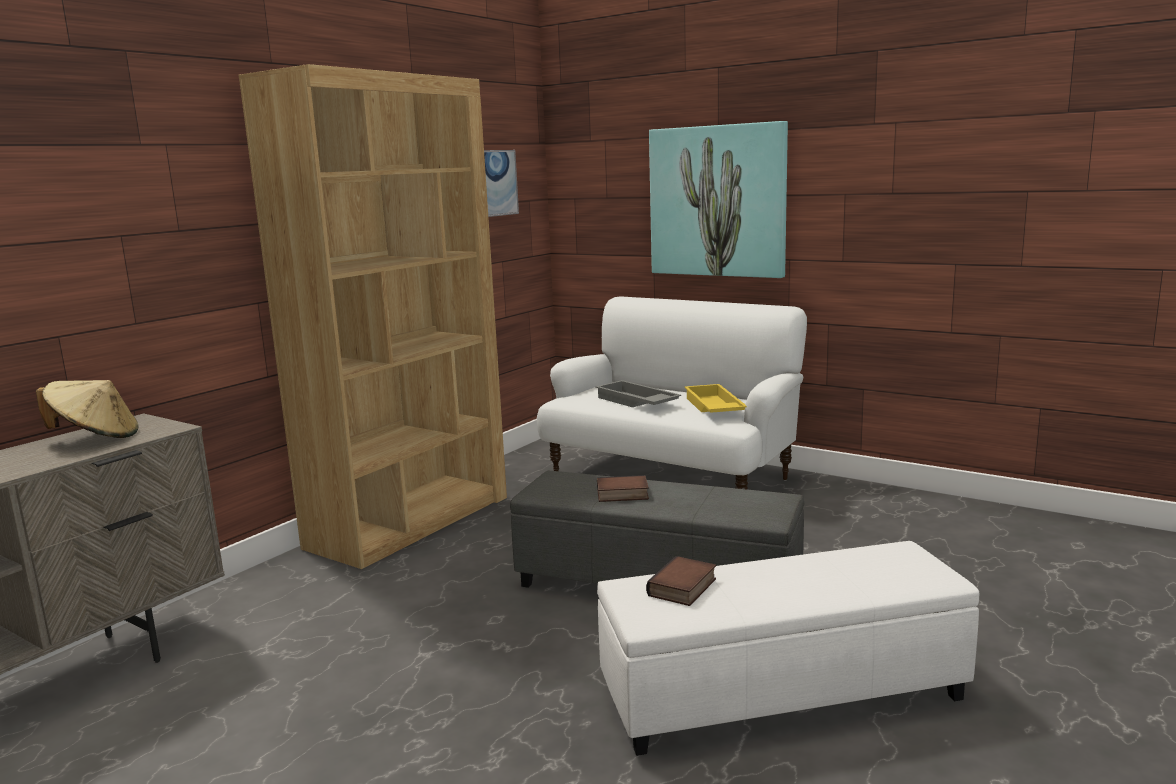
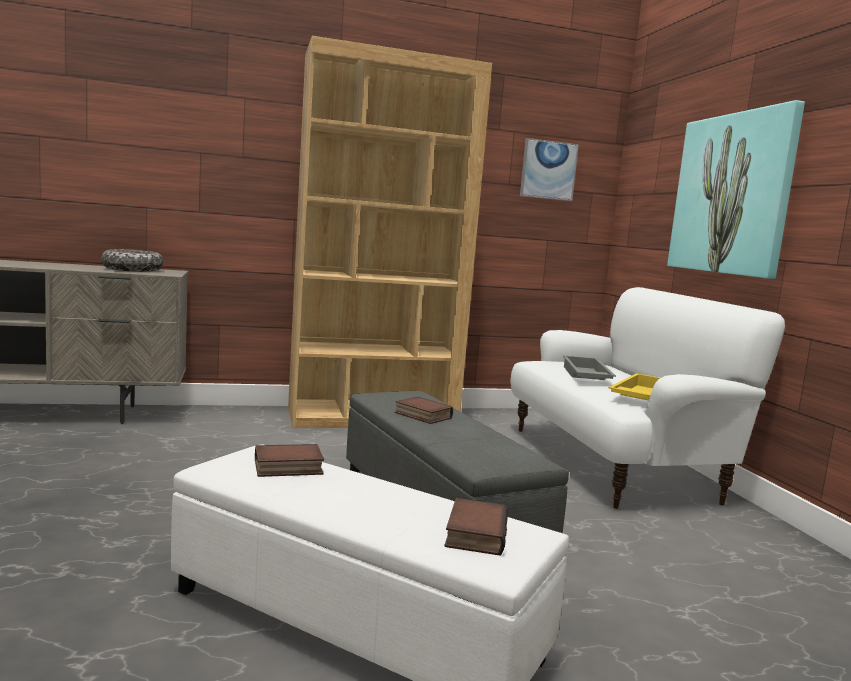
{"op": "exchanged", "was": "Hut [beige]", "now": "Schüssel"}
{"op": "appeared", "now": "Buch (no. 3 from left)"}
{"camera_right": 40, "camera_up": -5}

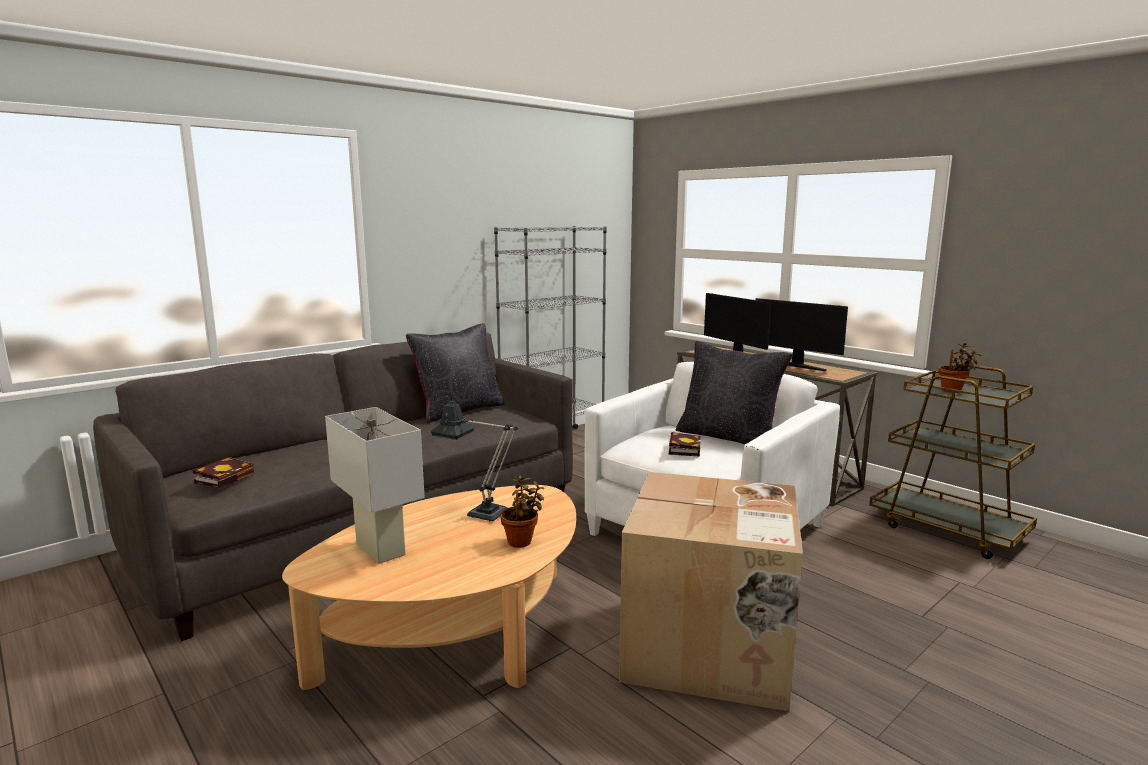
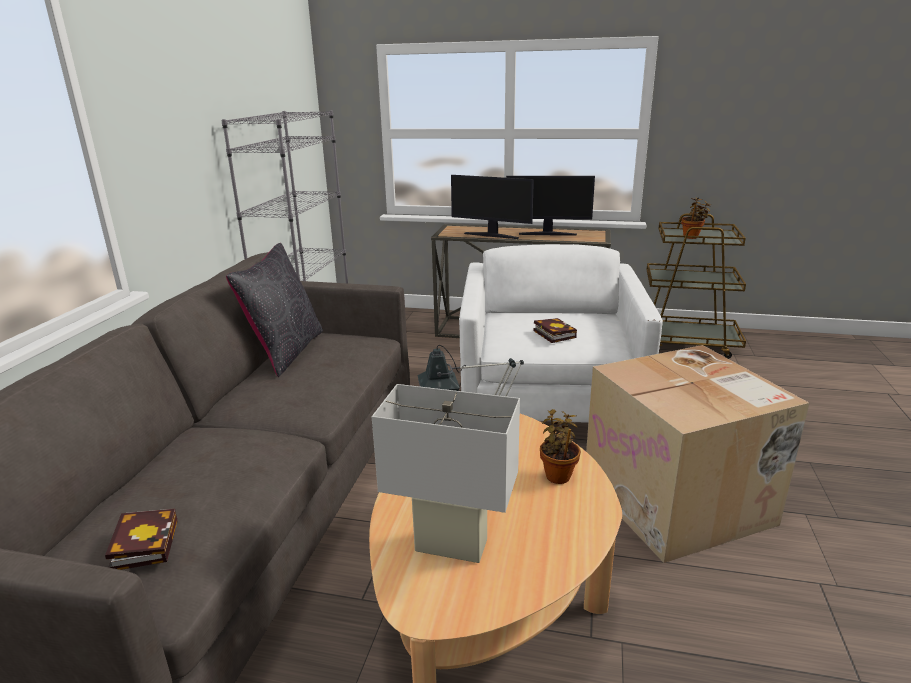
{"op": "missing", "was": "Kissen [schwarz] (no. 2 from left)"}
{"camera_right": -35, "camera_up": 10}

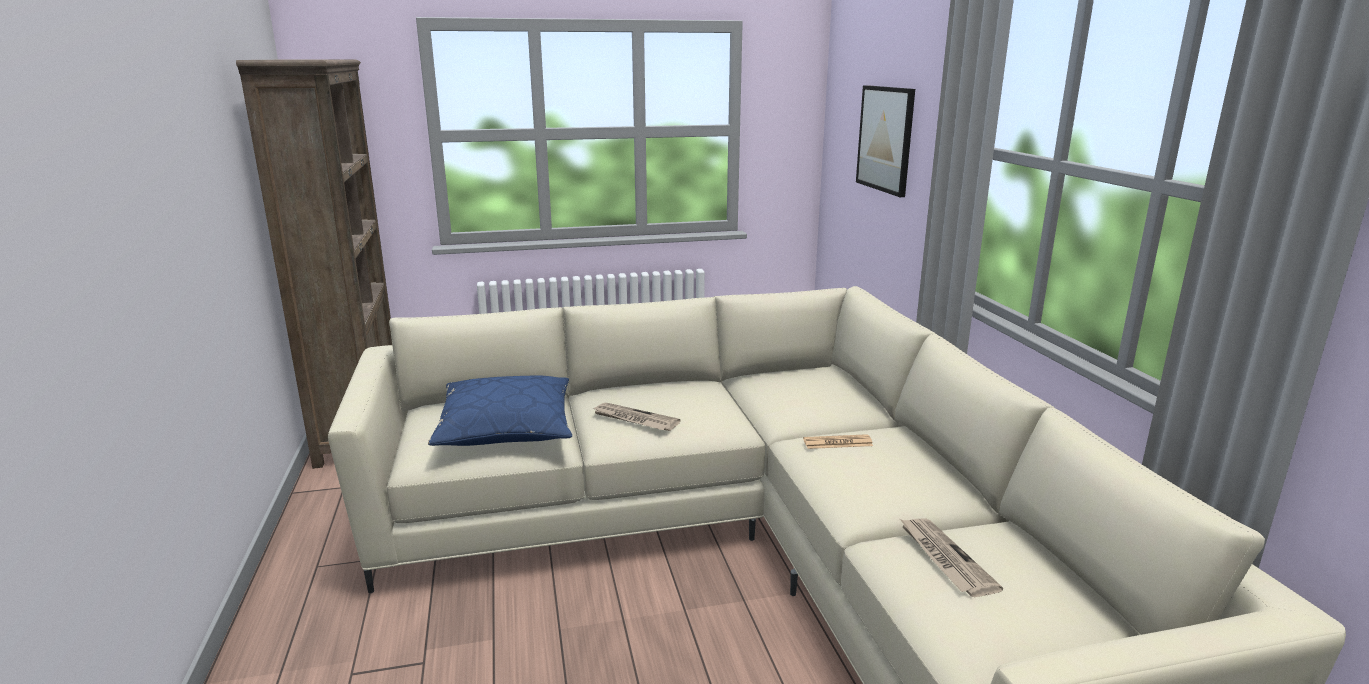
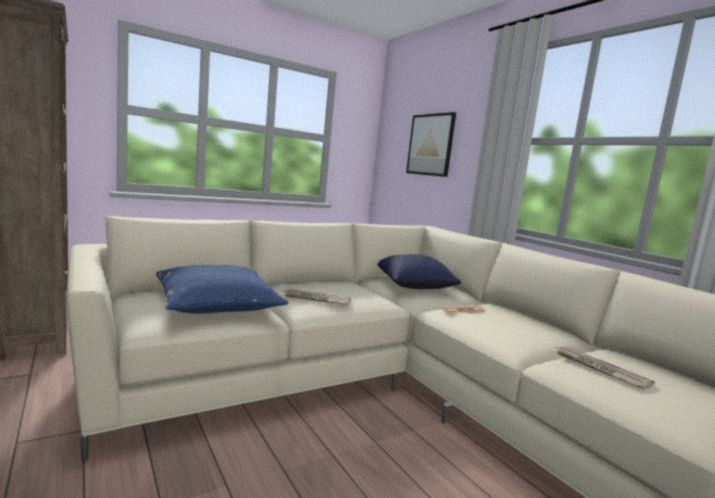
{"op": "appeared", "now": "Kissen [blau] (no. 2 from left)"}
{"camera_right": -20, "camera_up": -10}

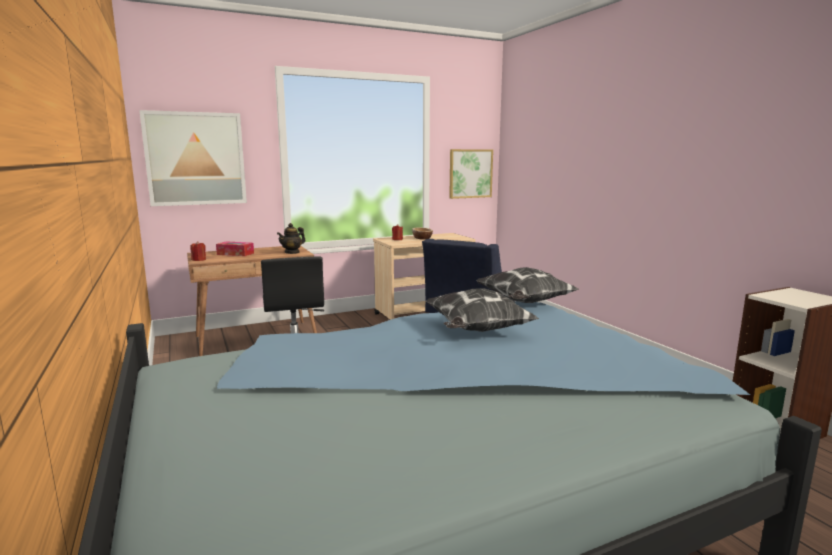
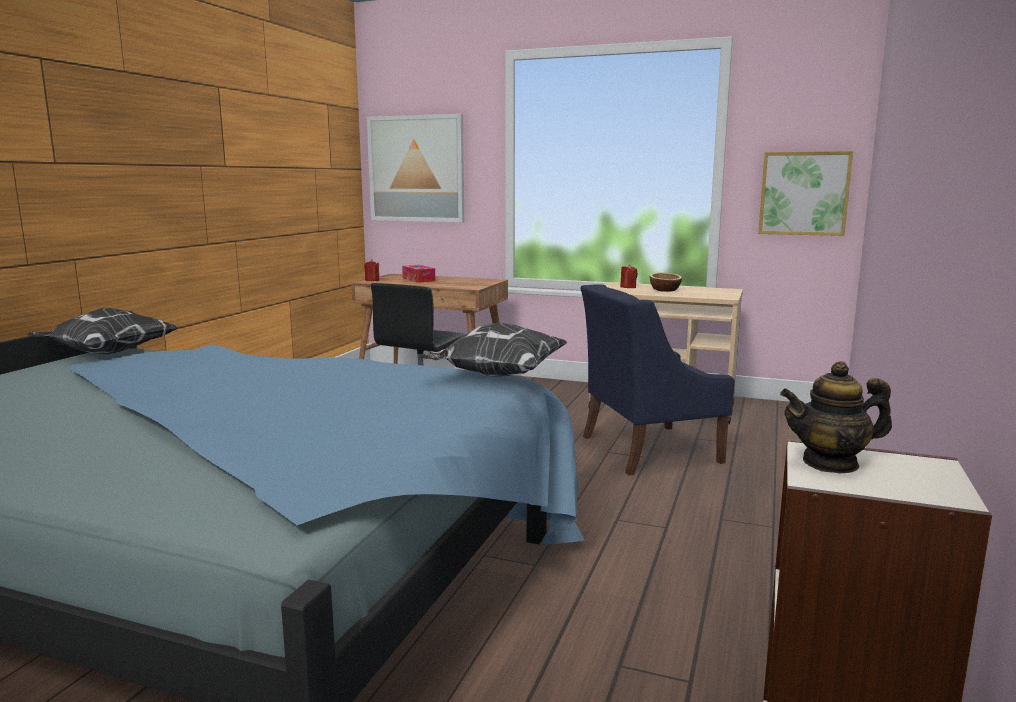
{"op": "relocated", "was": "Teekanne"}
{"op": "relocated", "was": "Kissen (no. 1 from left)"}
{"camera_right": 45, "camera_up": 0}

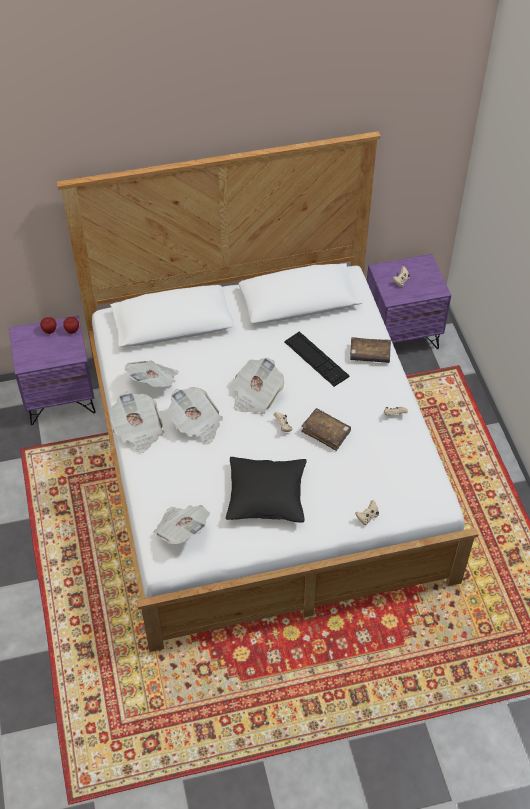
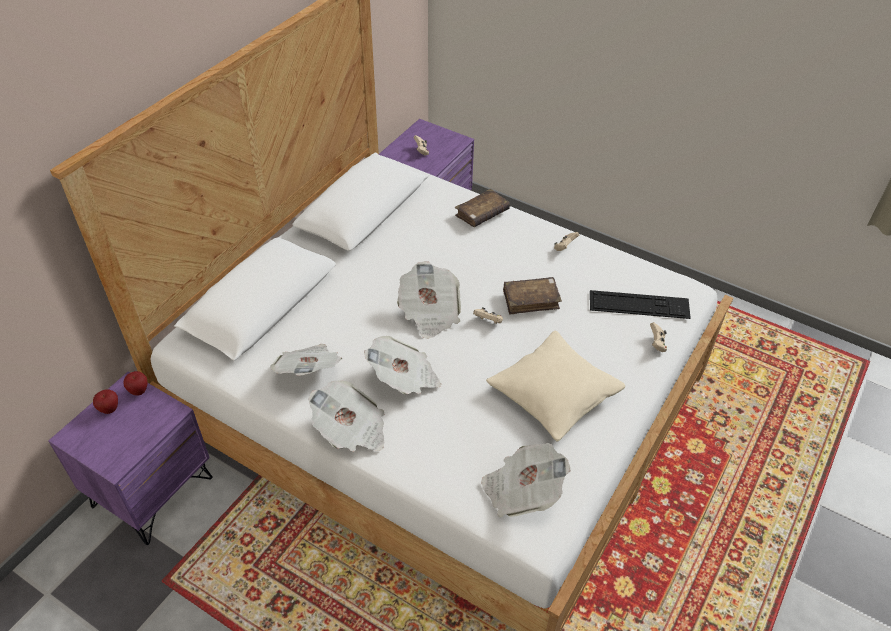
{"op": "colour", "was": "Kissen [schwarz]", "now": "Kissen [beige]"}
{"op": "relocated", "was": "Tastatur"}
{"camera_right": -45, "camera_up": -5}

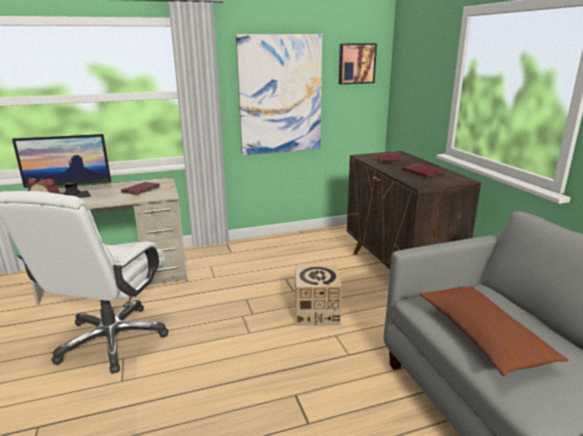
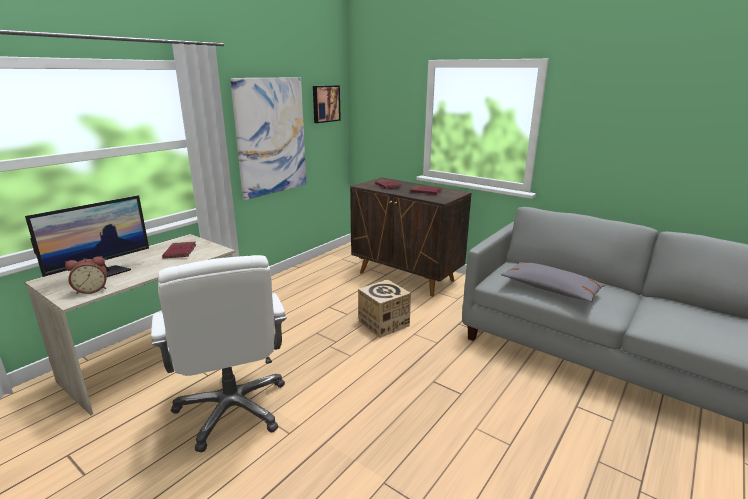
{"op": "colour", "was": "Kissen [braun]", "now": "Kissen [grau]"}
{"camera_right": -35, "camera_up": 0}

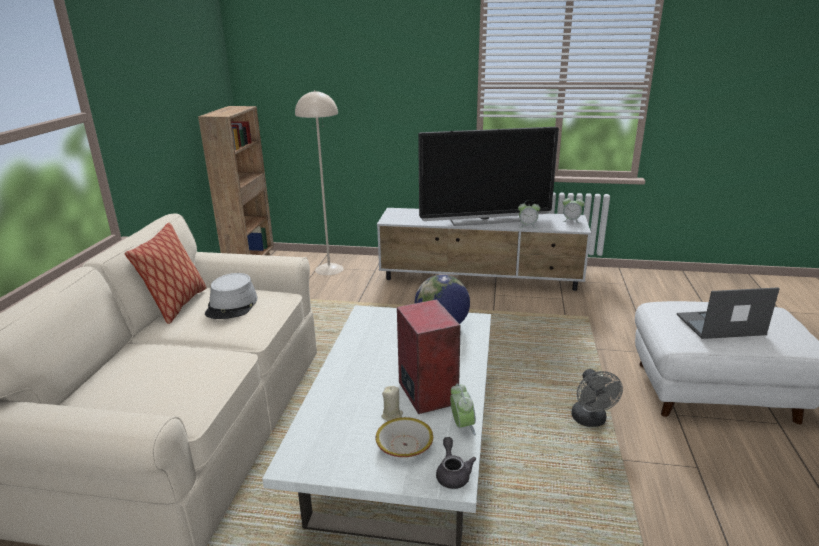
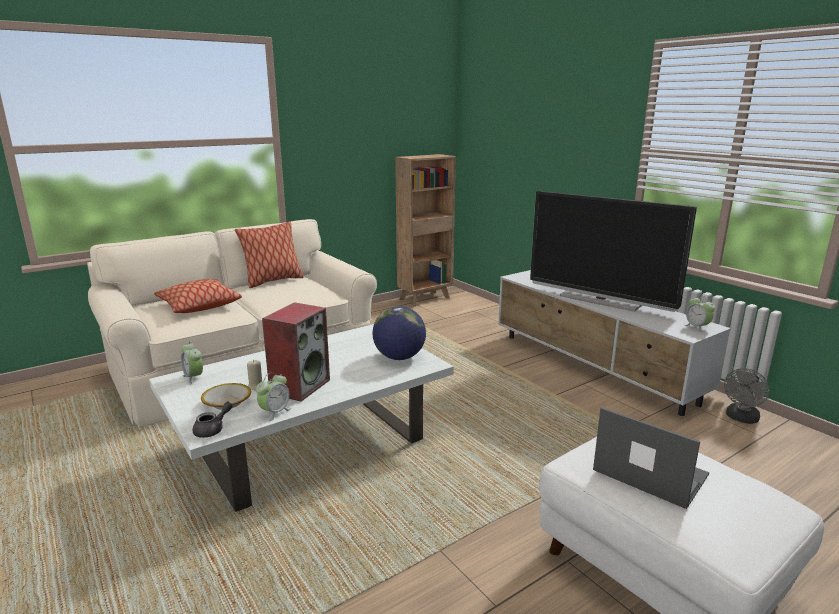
{"op": "missing", "was": "Hut [grau]"}
{"op": "missing", "was": "Stehlampe [beige]"}
{"op": "relocated", "was": "Wecker (no. 2 from left in the first image)", "now": "Wecker (no. 1 from left)"}
{"op": "relocated", "was": "Ventilator [grau]"}
{"op": "appeared", "now": "Kissen (no. 1 from left)"}
{"camera_right": 45, "camera_up": -5}

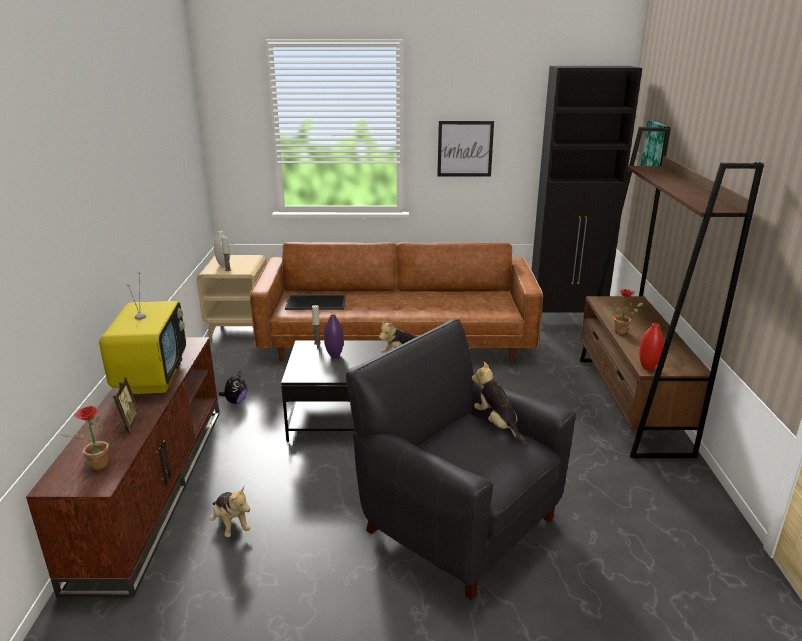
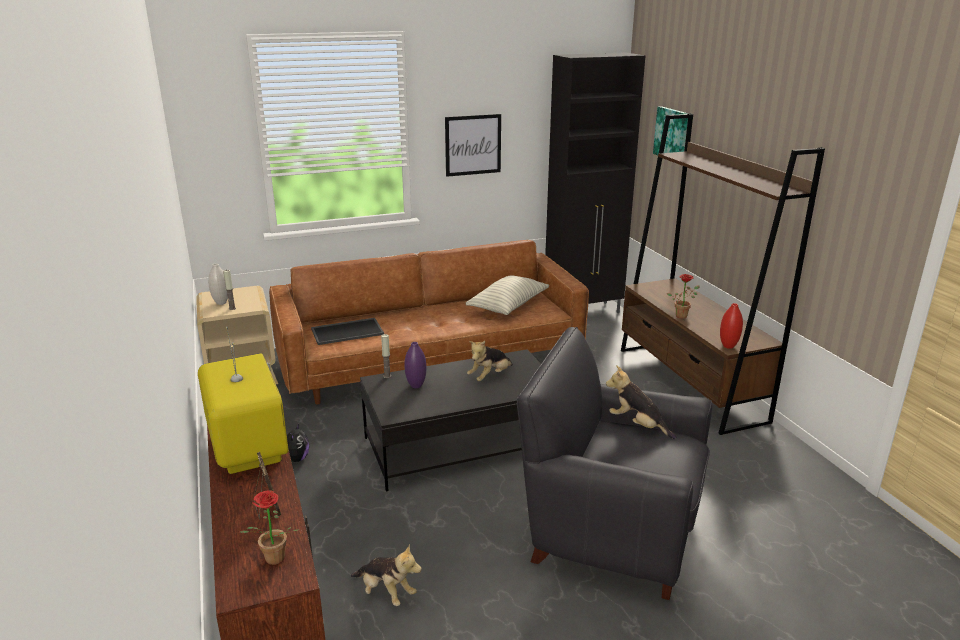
{"op": "appeared", "now": "Kissen"}
{"camera_right": -20, "camera_up": 0}

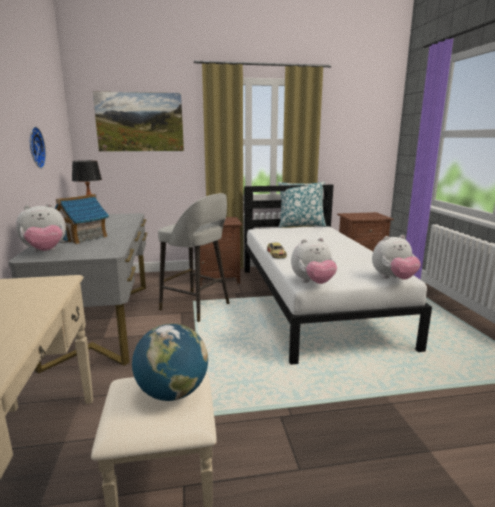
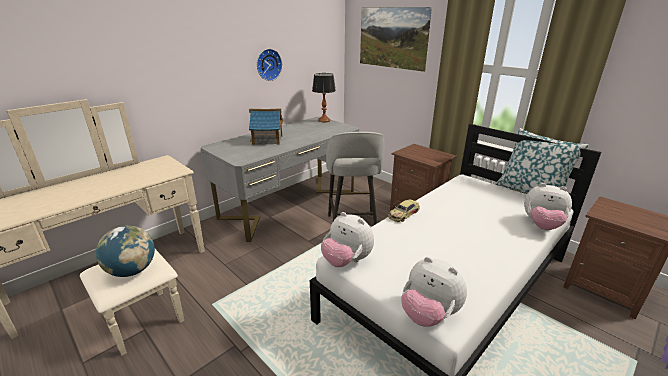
{"op": "relocated", "was": "Plüschtier (no. 1 from left in the first image)", "now": "Plüschtier (no. 3 from left)"}
{"camera_right": 55, "camera_up": 10}

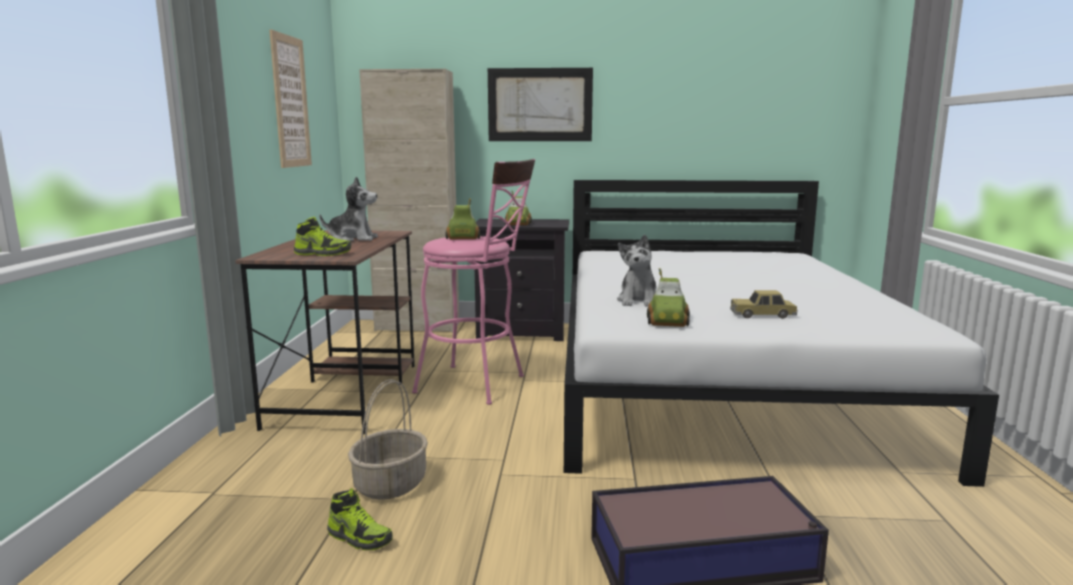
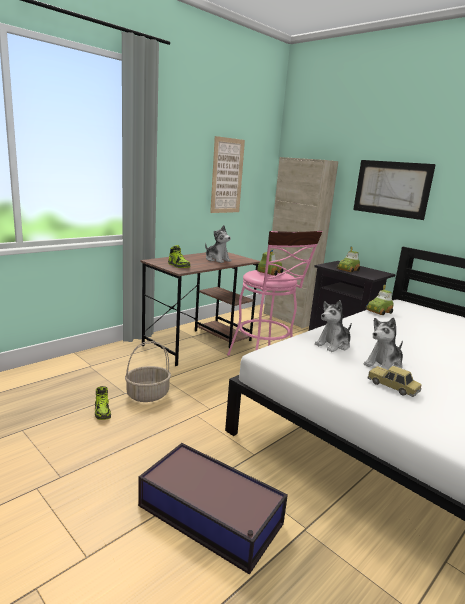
{"op": "relocated", "was": "Spielzeugauto (no. 3 from left)"}
{"op": "appeared", "now": "Plüschtier (no. 3 from left)"}
{"camera_right": 40, "camera_up": 5}

